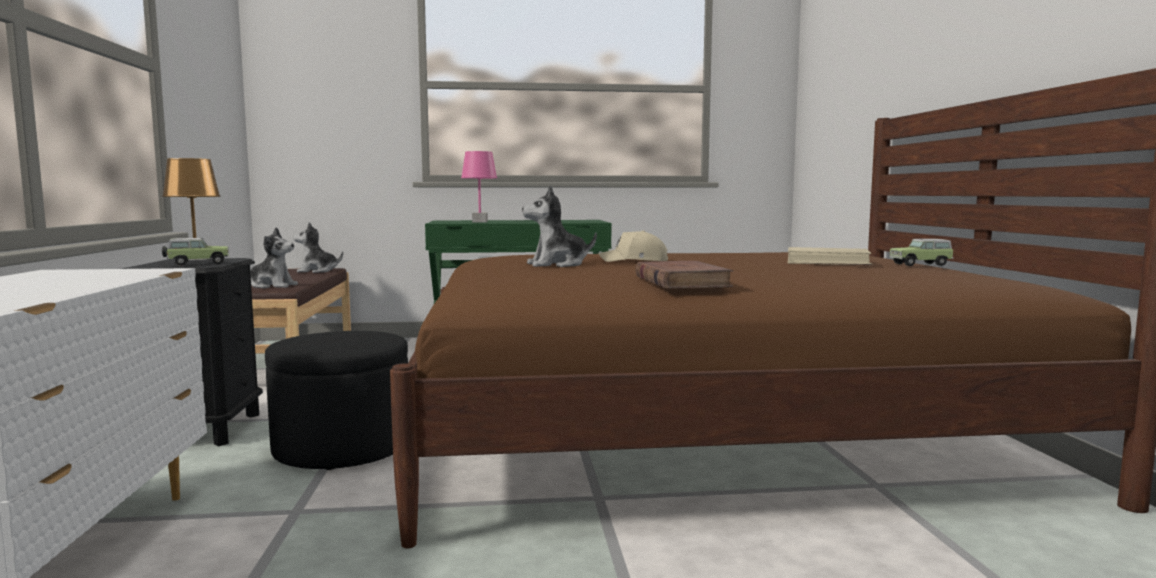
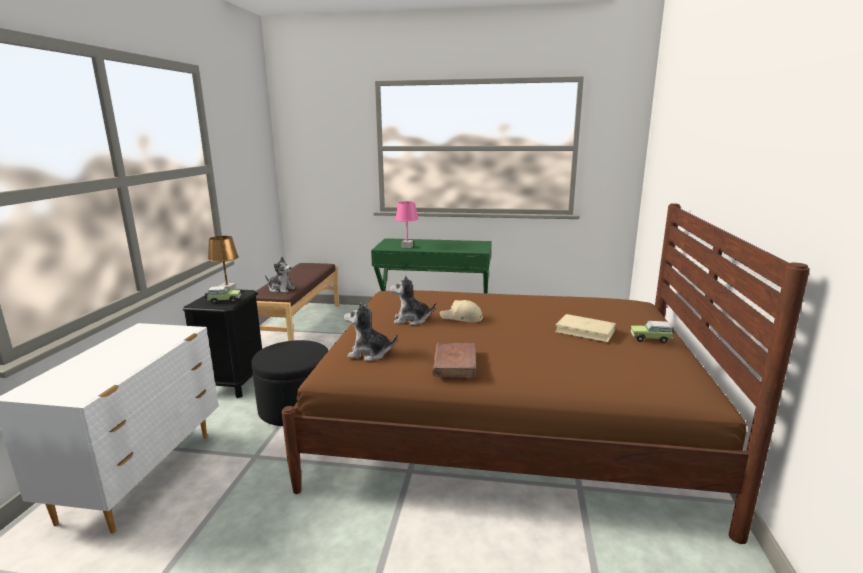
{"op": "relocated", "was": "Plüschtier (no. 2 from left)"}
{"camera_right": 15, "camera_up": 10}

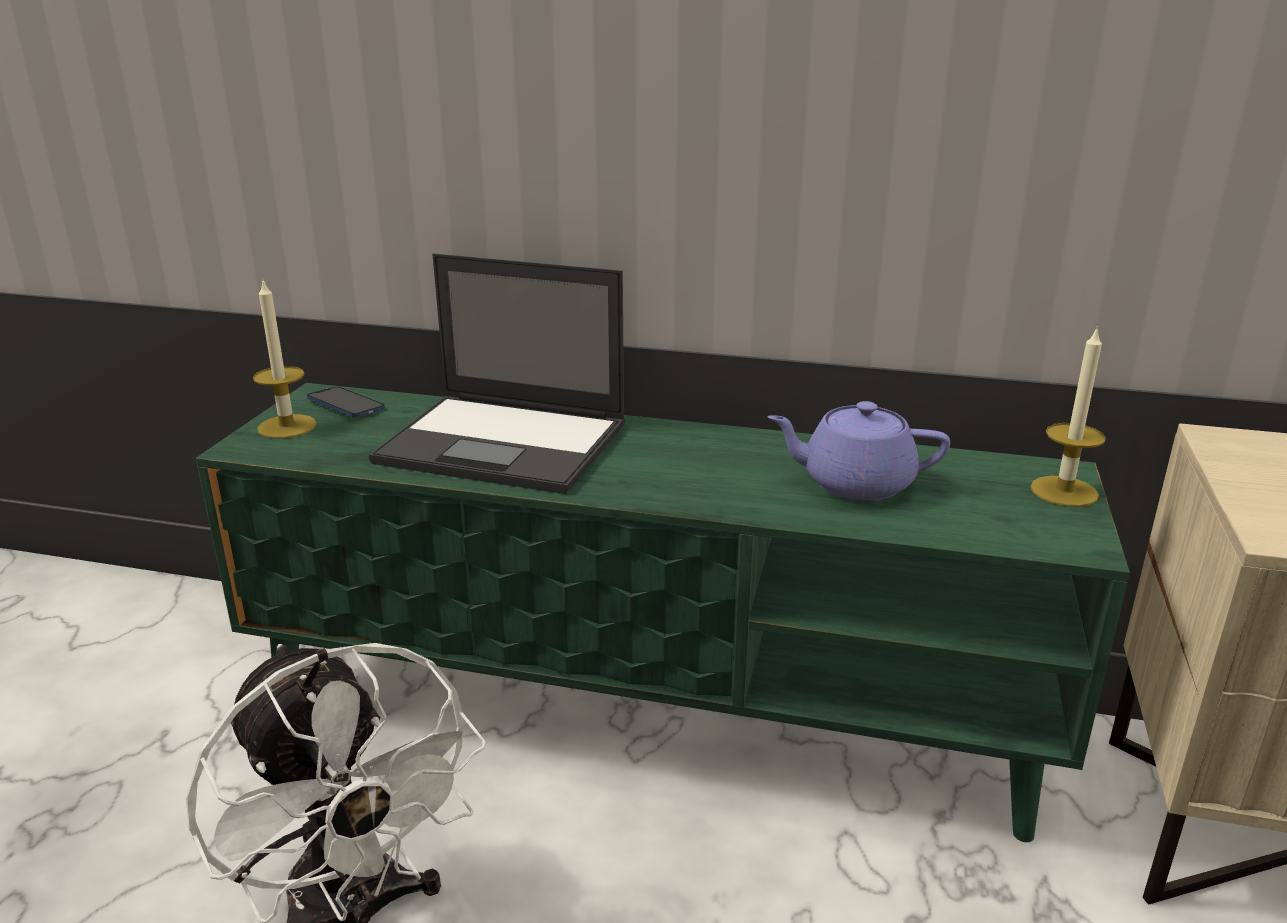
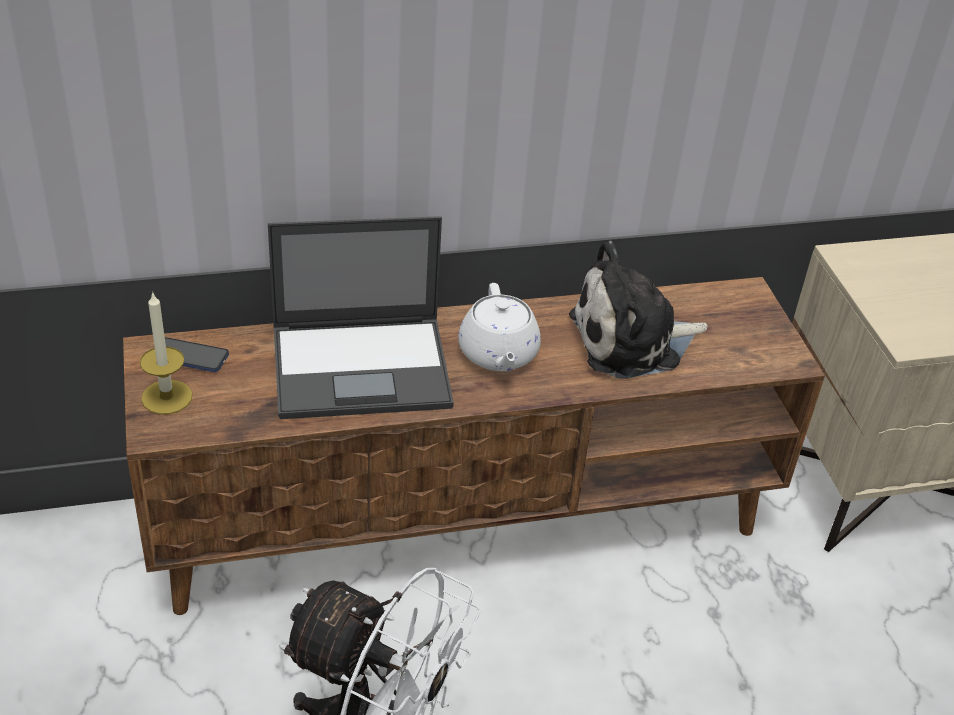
{"op": "colour", "was": "Fernsehschrank [grün]", "now": "Fernsehschrank [braun]"}
{"op": "exchanged", "was": "Teekanne [lila]", "now": "Plüschtier"}
{"op": "missing", "was": "Kerze (no. 2 from left)"}
{"op": "appeared", "now": "Teekanne [weiß]"}
{"camera_right": -30, "camera_up": 15}

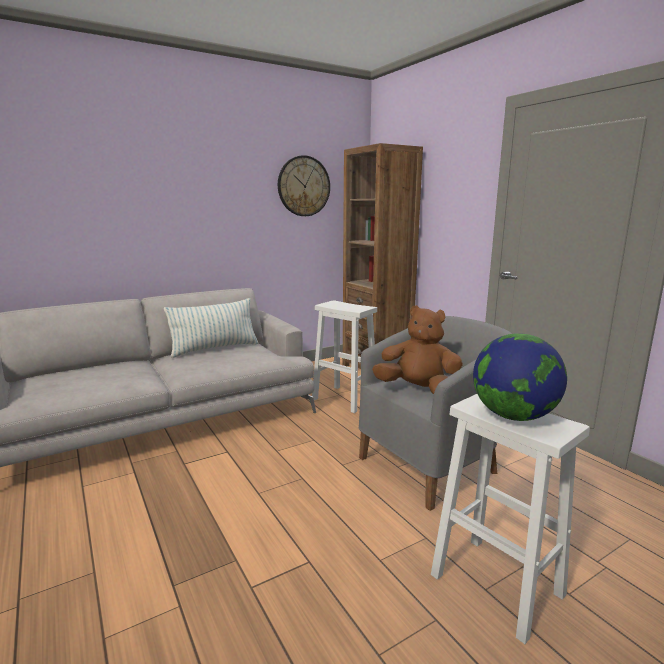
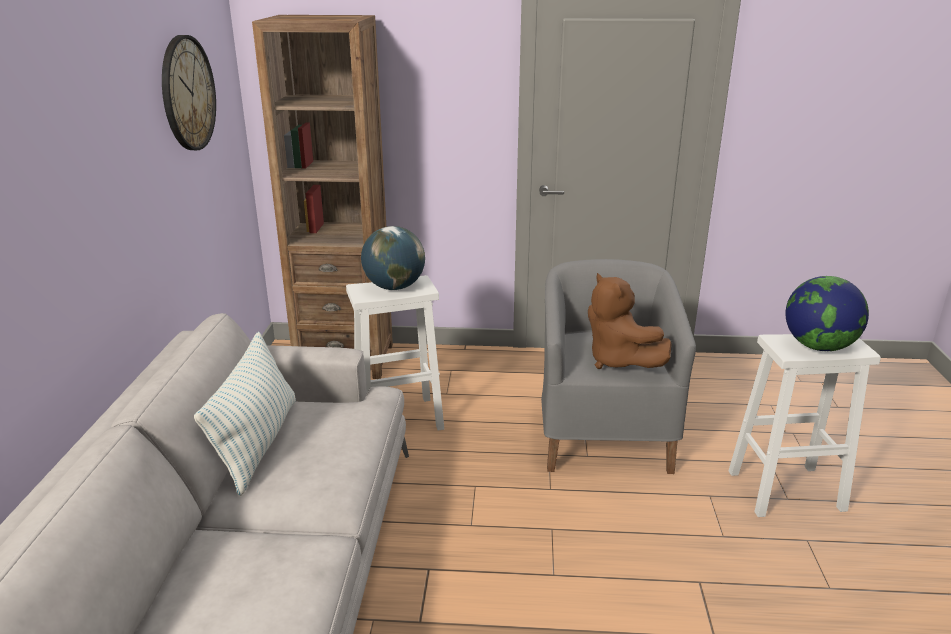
{"op": "spun", "was": "Plüschtier [braun]", "clockwise": -90}
{"op": "appeared", "now": "Globus (no. 1 from left)"}
{"camera_right": -55, "camera_up": 10}

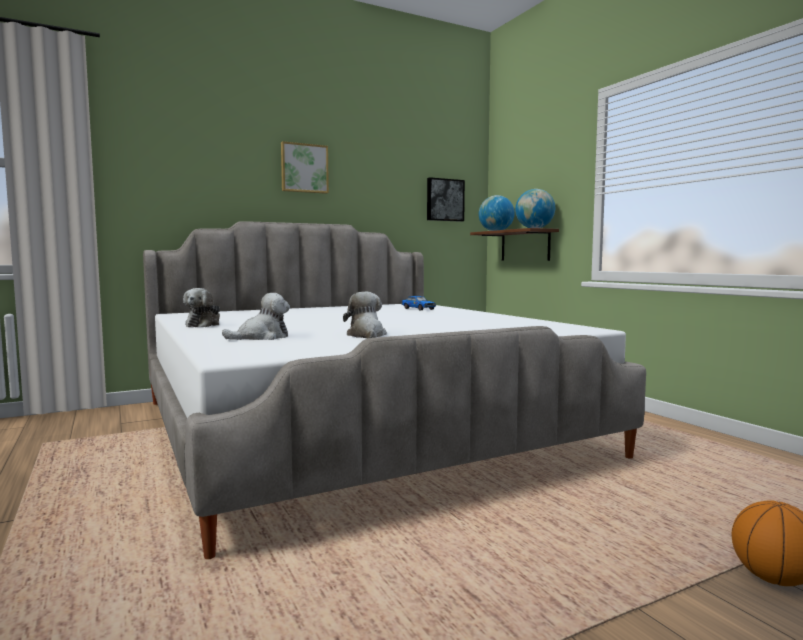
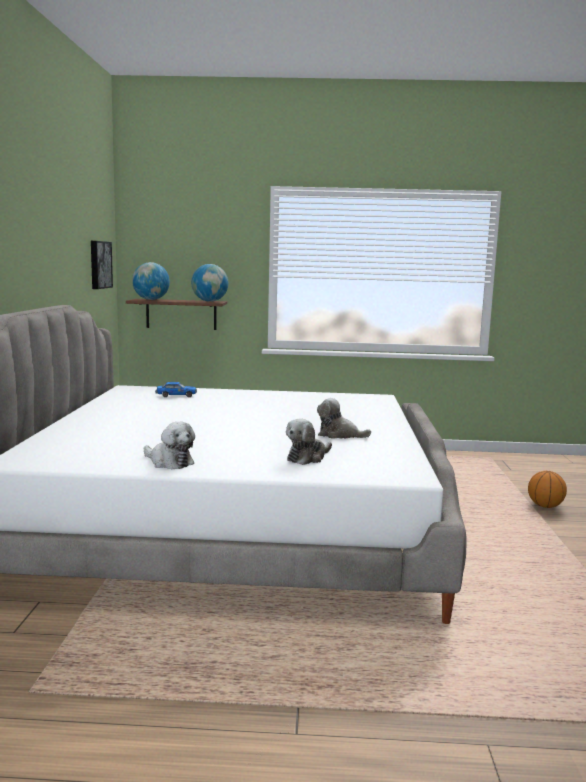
{"op": "spun", "was": "Plüschtier (no. 2 from left)", "clockwise": -135}
{"op": "missing", "was": "Bild (no. 1 from left)"}
{"camera_right": -60, "camera_up": 5}

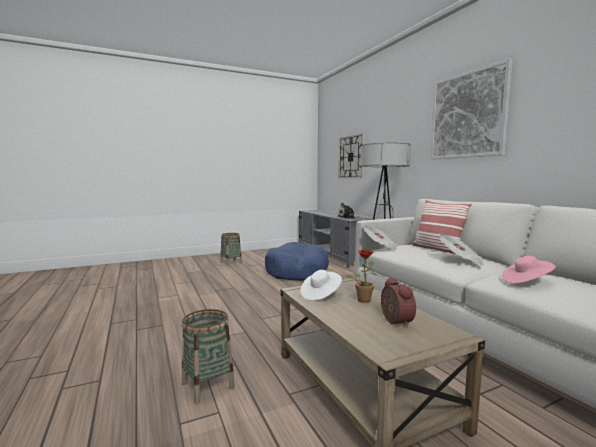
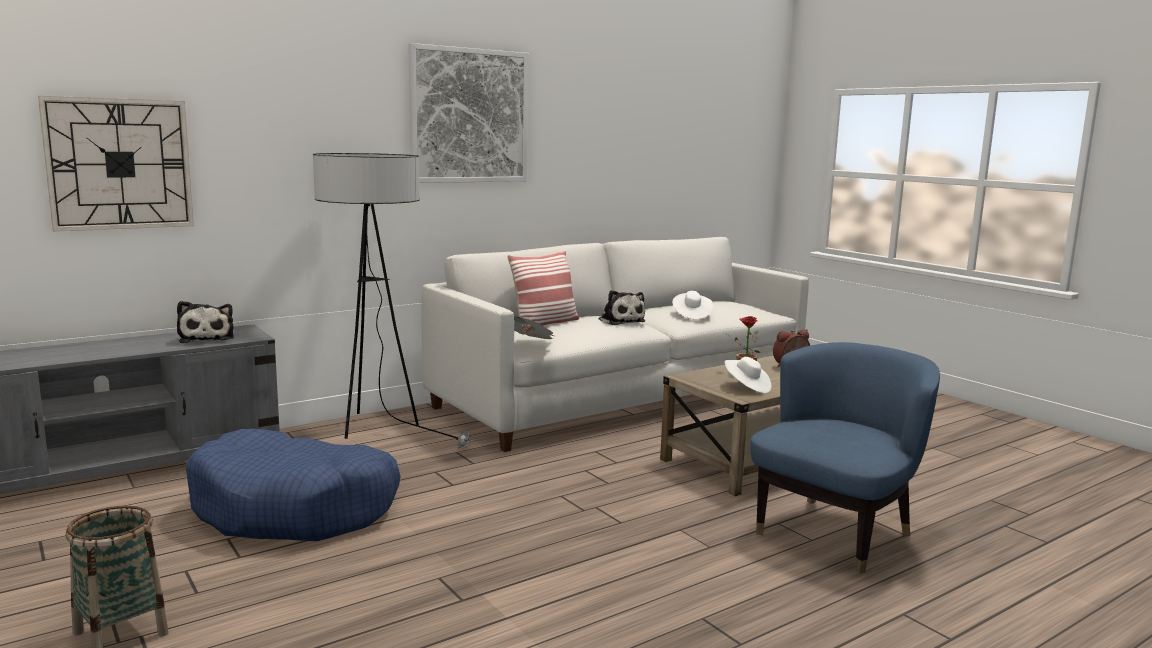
{"op": "exchanged", "was": "Korb (no. 1 from left)", "now": "Sessel [blau]"}
{"op": "exchanged", "was": "Zeitung (no. 2 from left)", "now": "Plüschtier (no. 2 from left)"}
{"op": "colour", "was": "Hut [rosa]", "now": "Hut [weiß] (no. 1 from left)"}
{"camera_right": -100, "camera_up": 5}

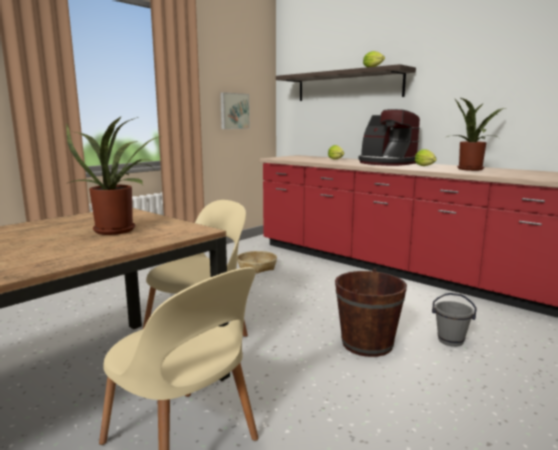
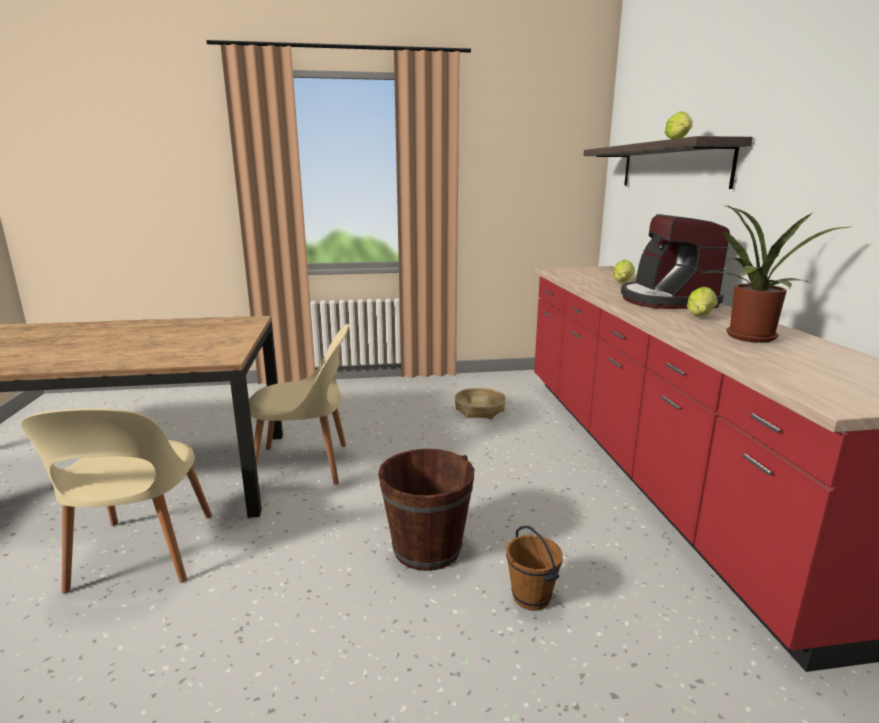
{"op": "missing", "was": "Topfpflanze (no. 1 from left)"}
{"op": "missing", "was": "Bild"}
{"op": "colour", "was": "Eimer [grau]", "now": "Eimer [braun] (no. 2 from left)"}
{"camera_right": 40, "camera_up": 5}

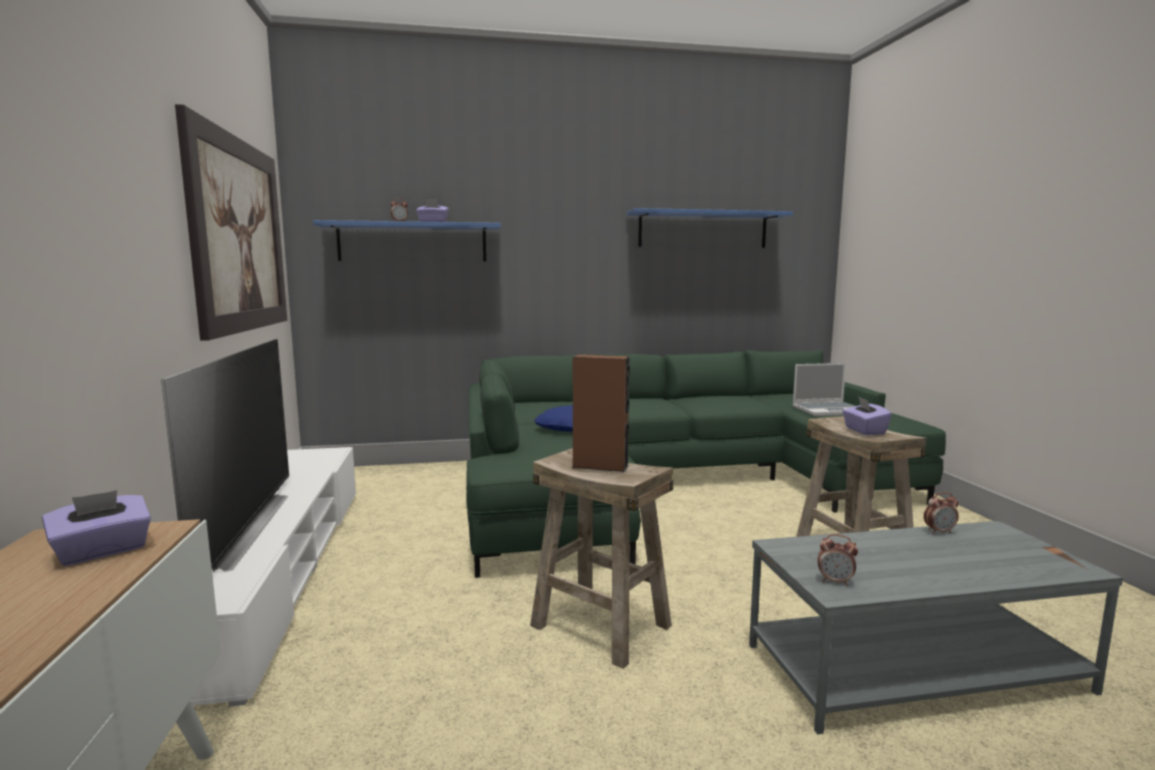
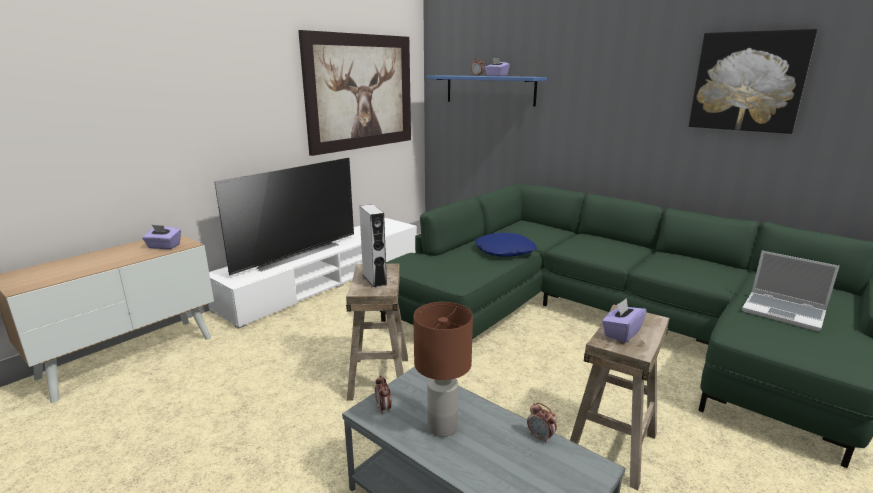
{"op": "colour", "was": "Lautsprecher [braun]", "now": "Lautsprecher [grau]"}
{"op": "exchanged", "was": "Wandregal [blau] (no. 2 from left)", "now": "Bild (no. 2 from left)"}
{"op": "appeared", "now": "Tischlampe [braun]"}
{"camera_right": 50, "camera_up": 10}

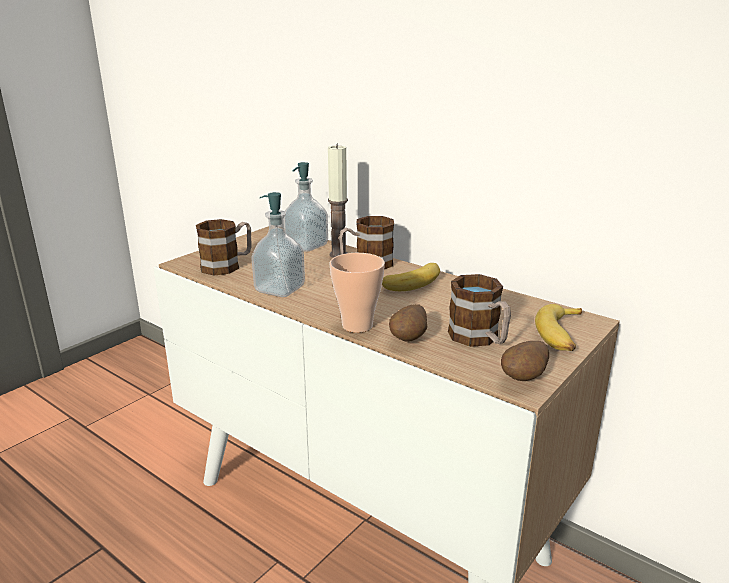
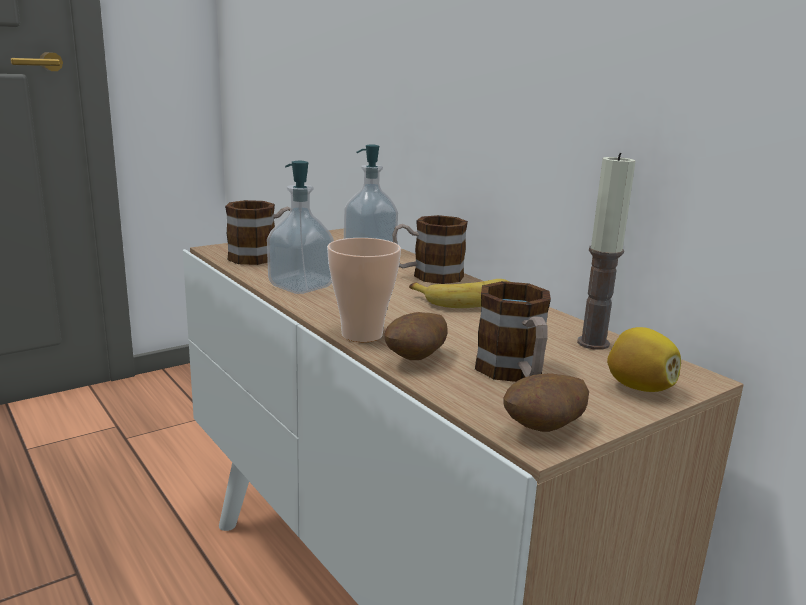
{"op": "relocated", "was": "Kerze"}
{"op": "exchanged", "was": "Banane (no. 2 from left)", "now": "Zitrone"}
{"camera_right": 15, "camera_up": -5}

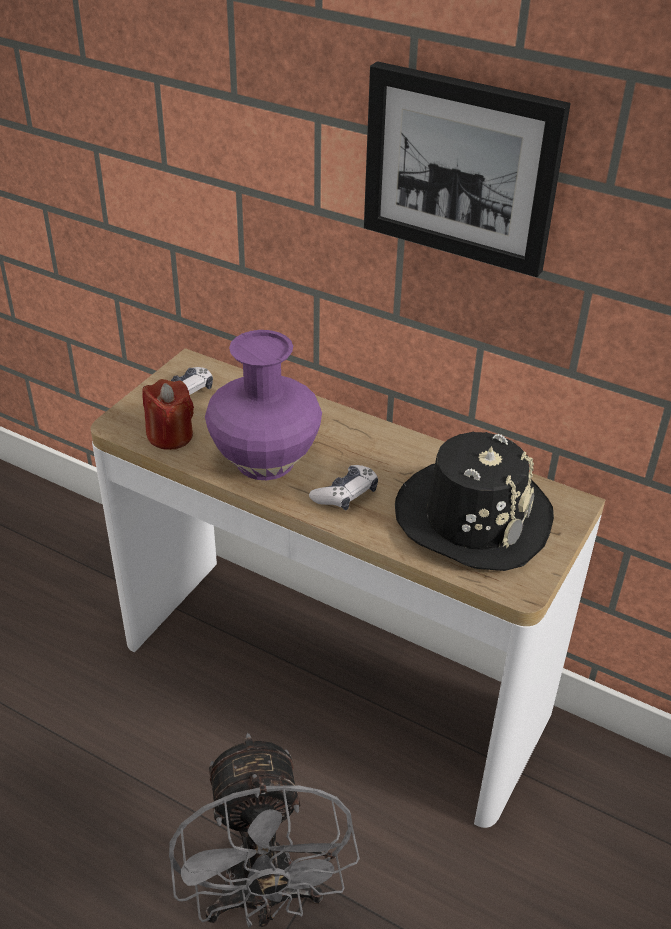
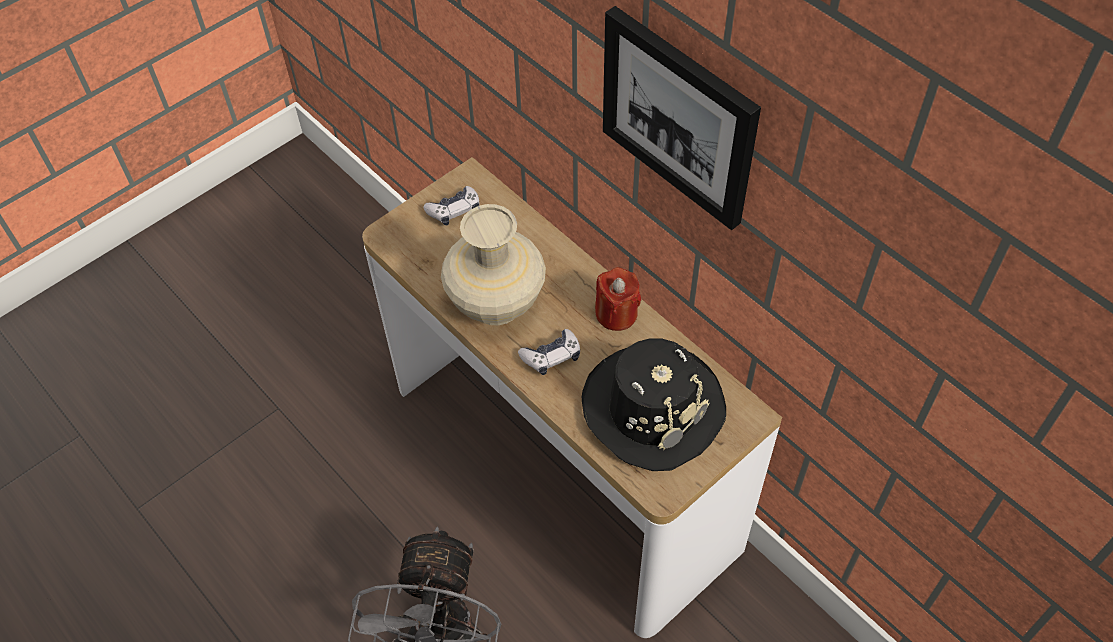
{"op": "relocated", "was": "Kerze [rot]"}
{"op": "colour", "was": "Vase [lila]", "now": "Vase [beige]"}
{"camera_right": 20, "camera_up": 15}

